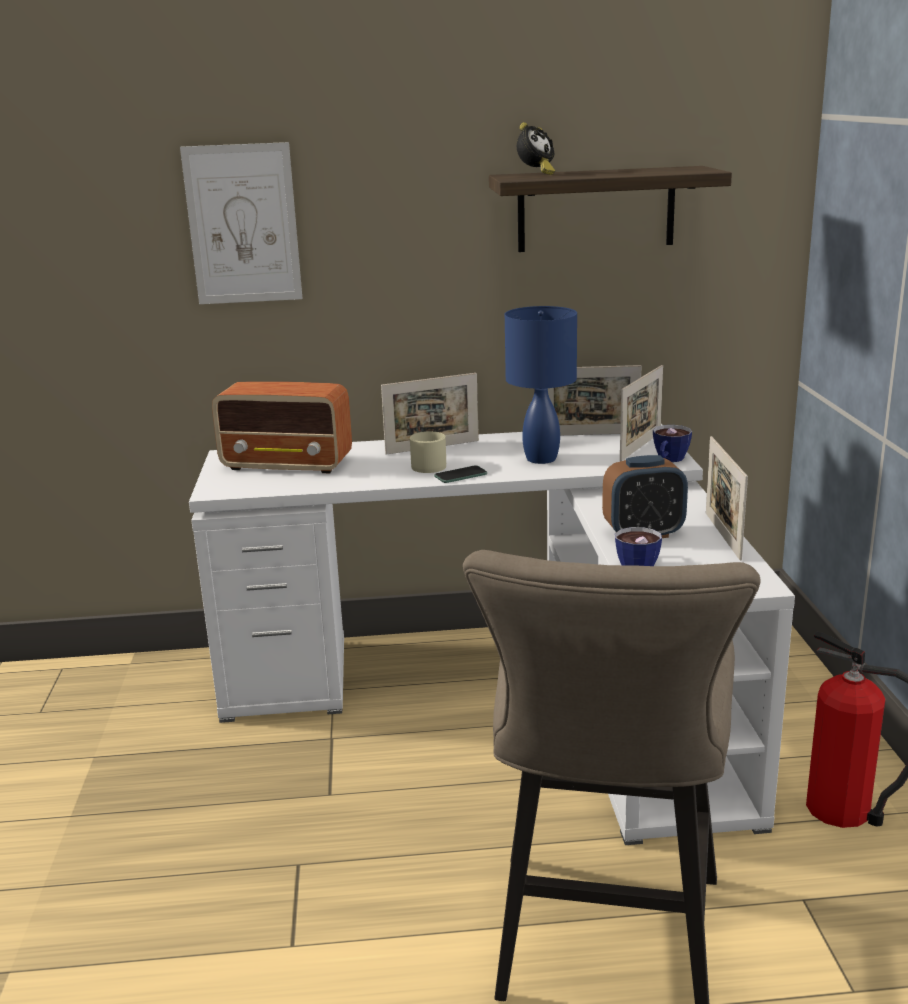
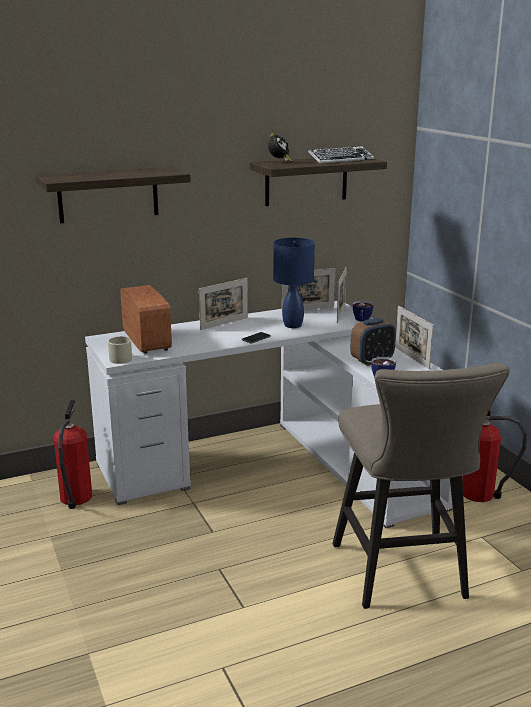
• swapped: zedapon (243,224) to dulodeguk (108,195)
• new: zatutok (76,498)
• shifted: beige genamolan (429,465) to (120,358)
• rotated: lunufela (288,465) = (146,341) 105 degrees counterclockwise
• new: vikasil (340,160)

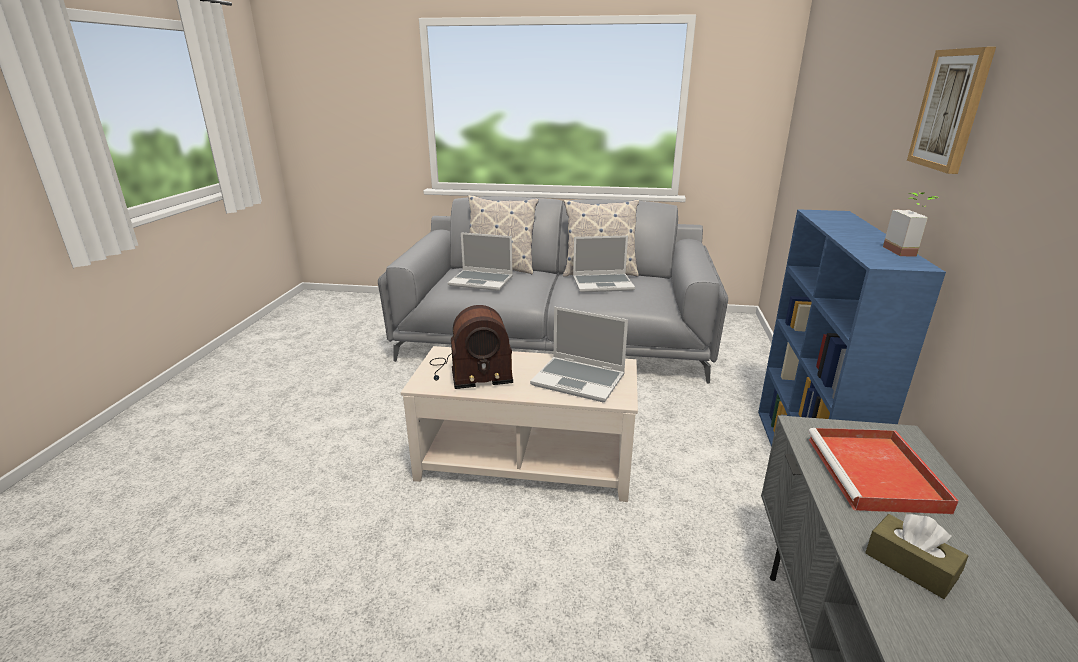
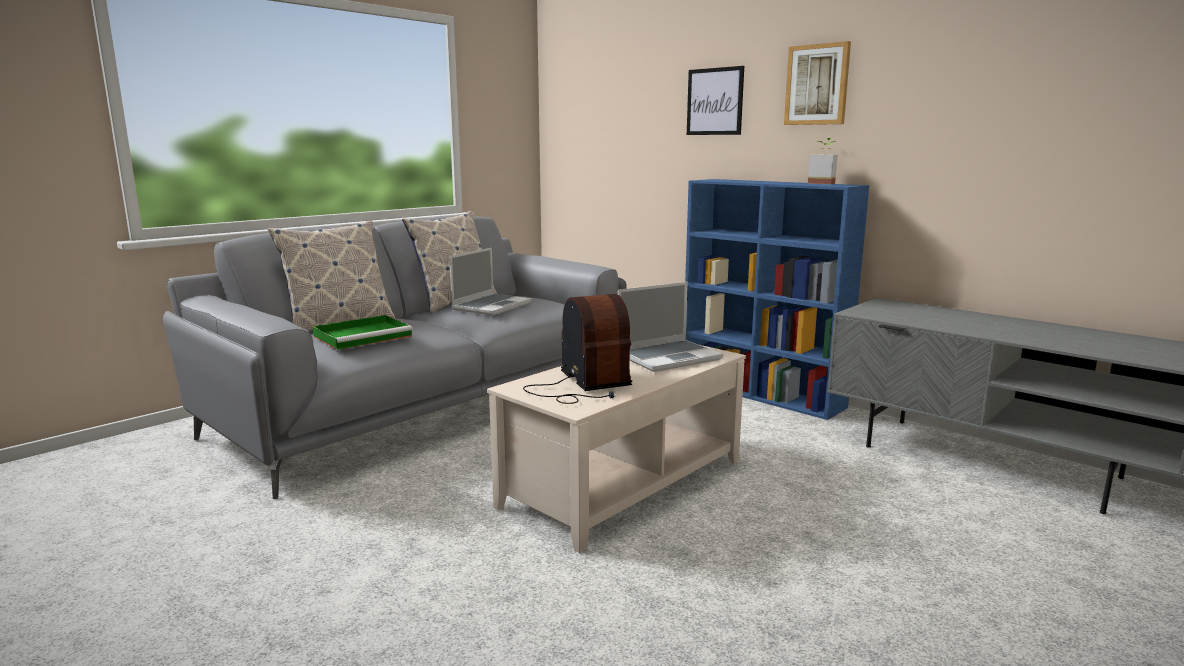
• swapped: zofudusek (482,281) to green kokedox (364,336)
• rotated: lunufela (470,371) = (583,386) 45 degrees counterclockwise
• new: zedapon (715,101)
• gone: red kokedox (876,475)
• gone: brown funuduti (910,566)

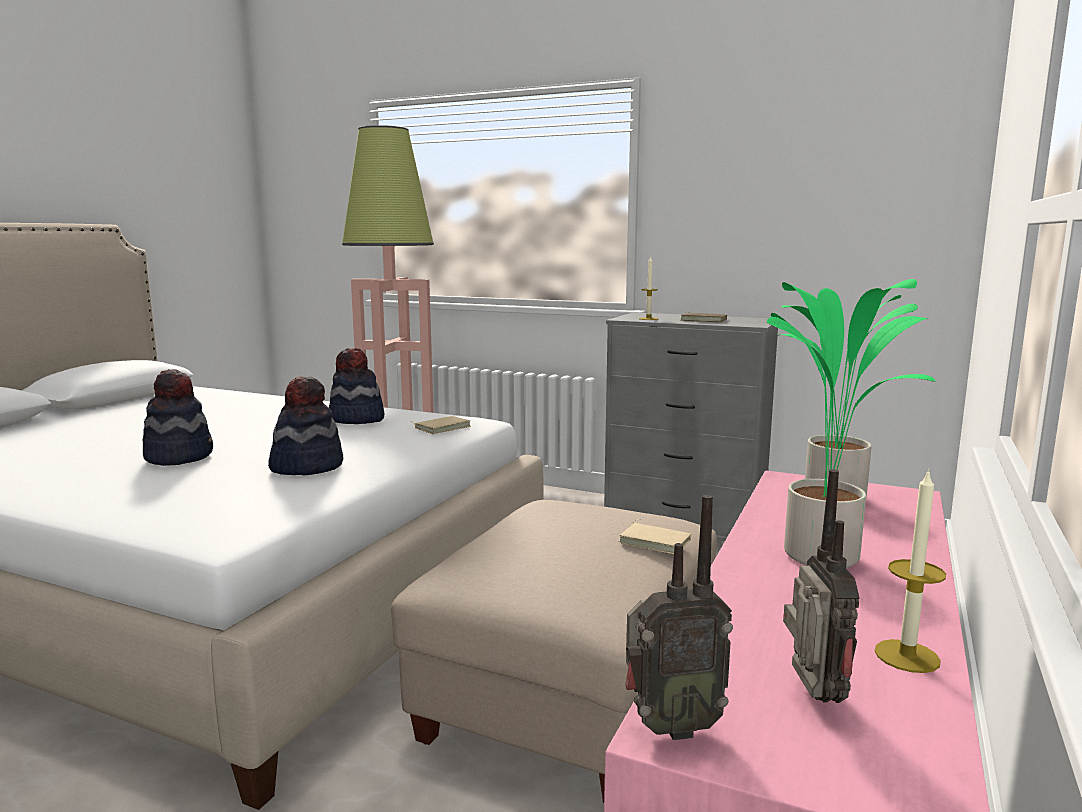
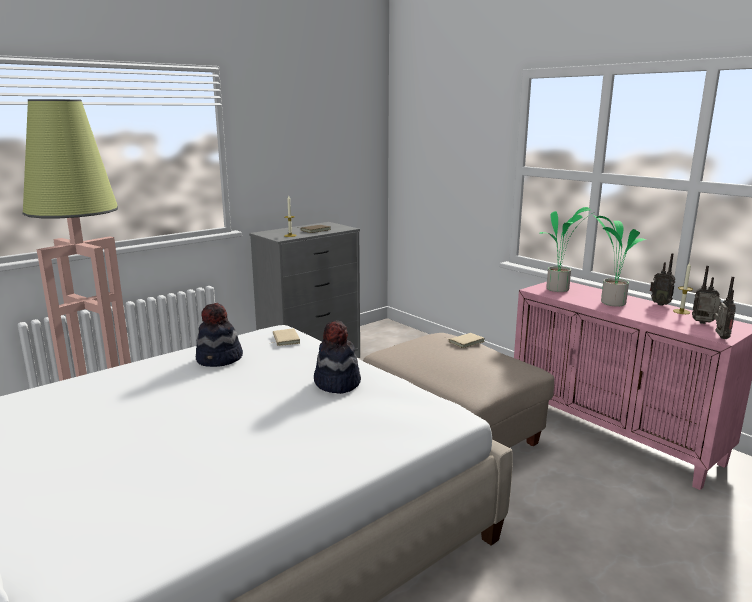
• new: lunufela (660,304)
• gone: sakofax (179,456)

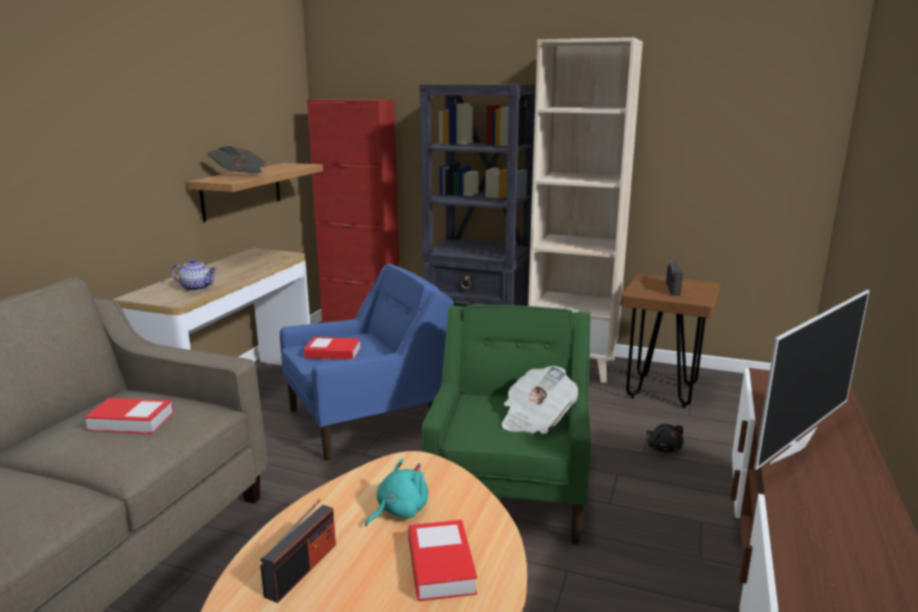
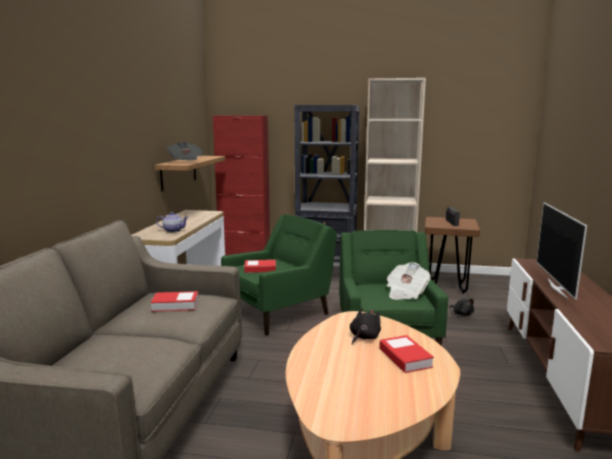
• repainted: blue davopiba (367,419) to green davopiba (279,312)
• repainted: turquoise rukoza (399,511) to black rukoza (363,337)
• rotated: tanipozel (792,444) = (558,288) 150 degrees clockwise
• gone: lunufela (302,569)

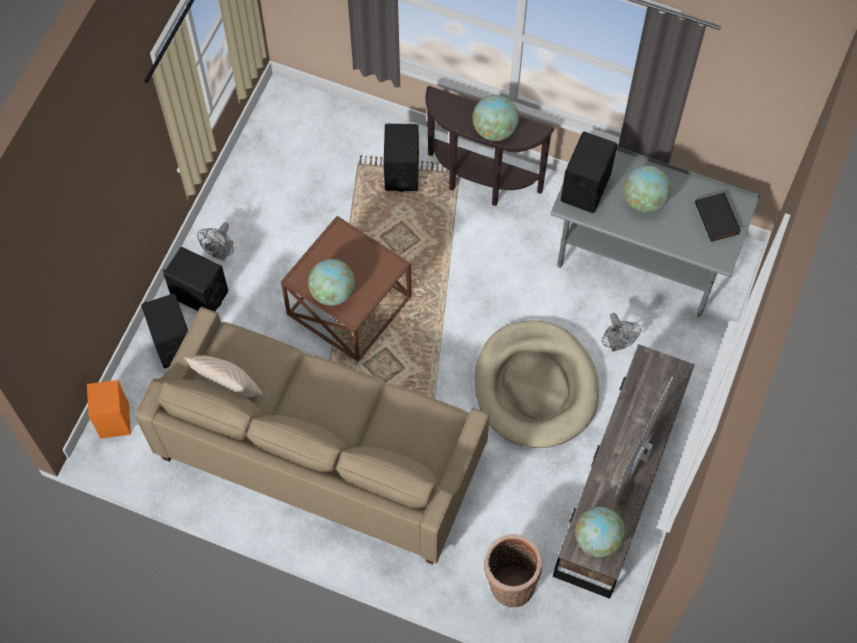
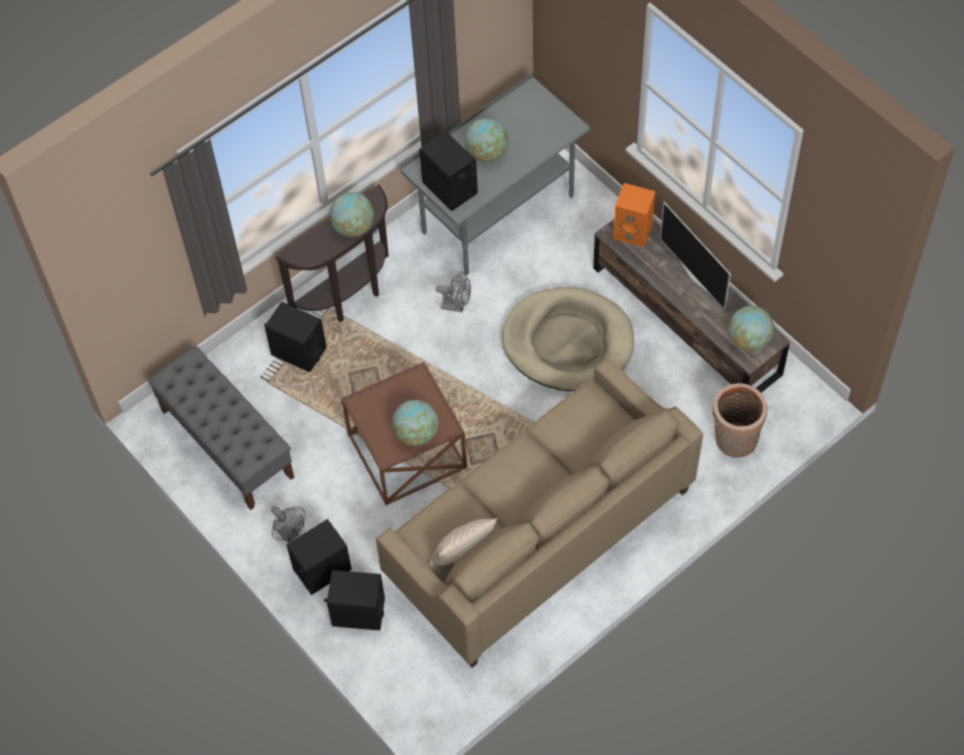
• new: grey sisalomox (227,443)
• shifted: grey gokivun (616,344) to (457,305)
• shifted: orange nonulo (115,421) to (634,231)
• gone: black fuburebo (718,218)

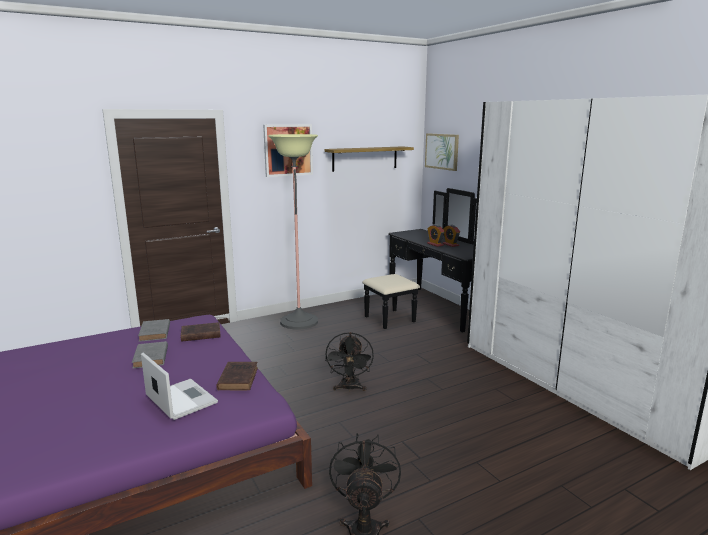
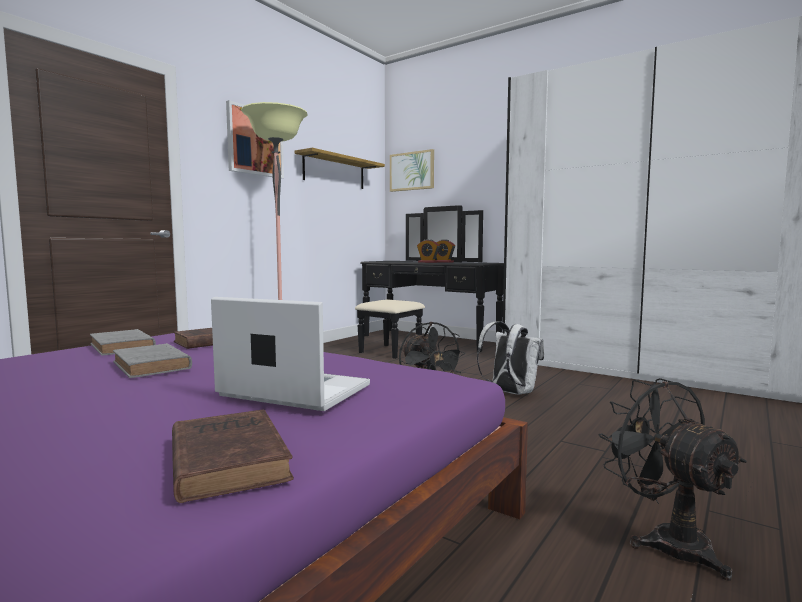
• shifted: brown fuburebo (238,378) to (227,459)
• new: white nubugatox (509,393)

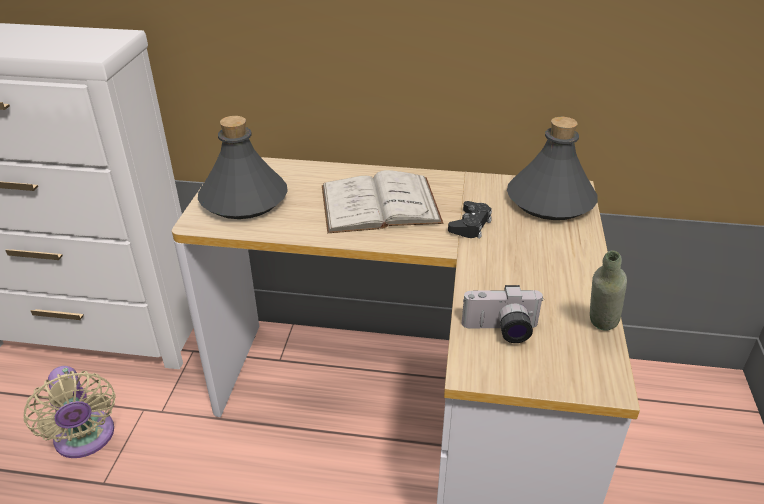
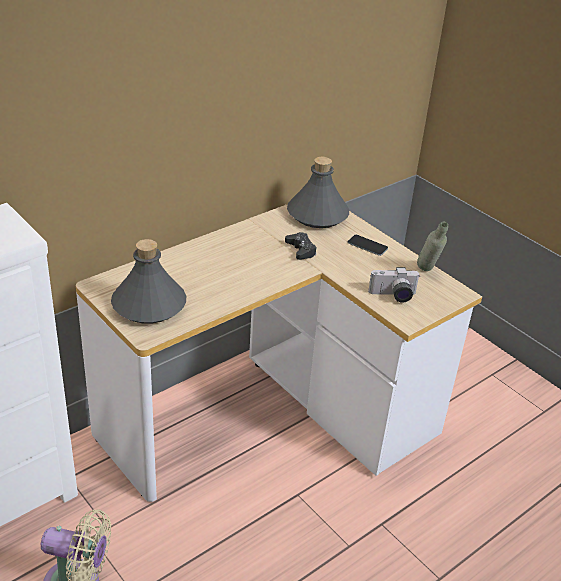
• new: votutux (367,245)
• rotated: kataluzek (501,331) = (393,296) 45 degrees clockwise
• gone: white fuburebo (379,204)

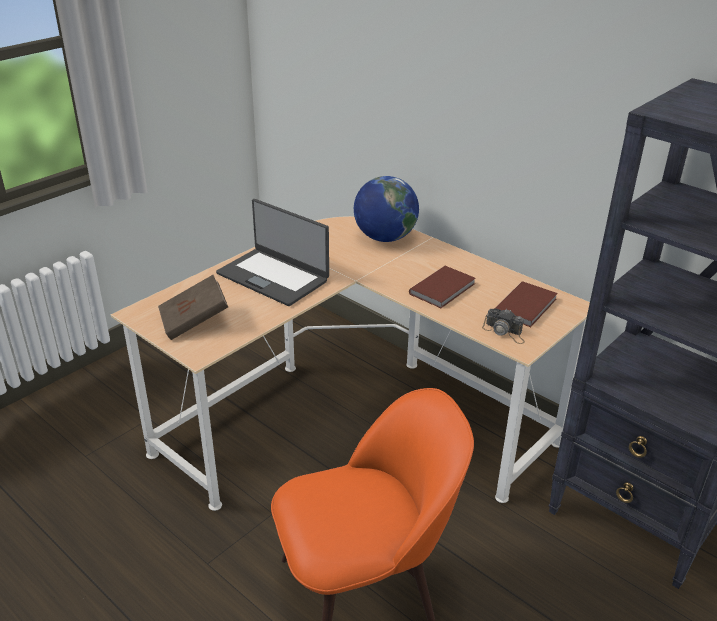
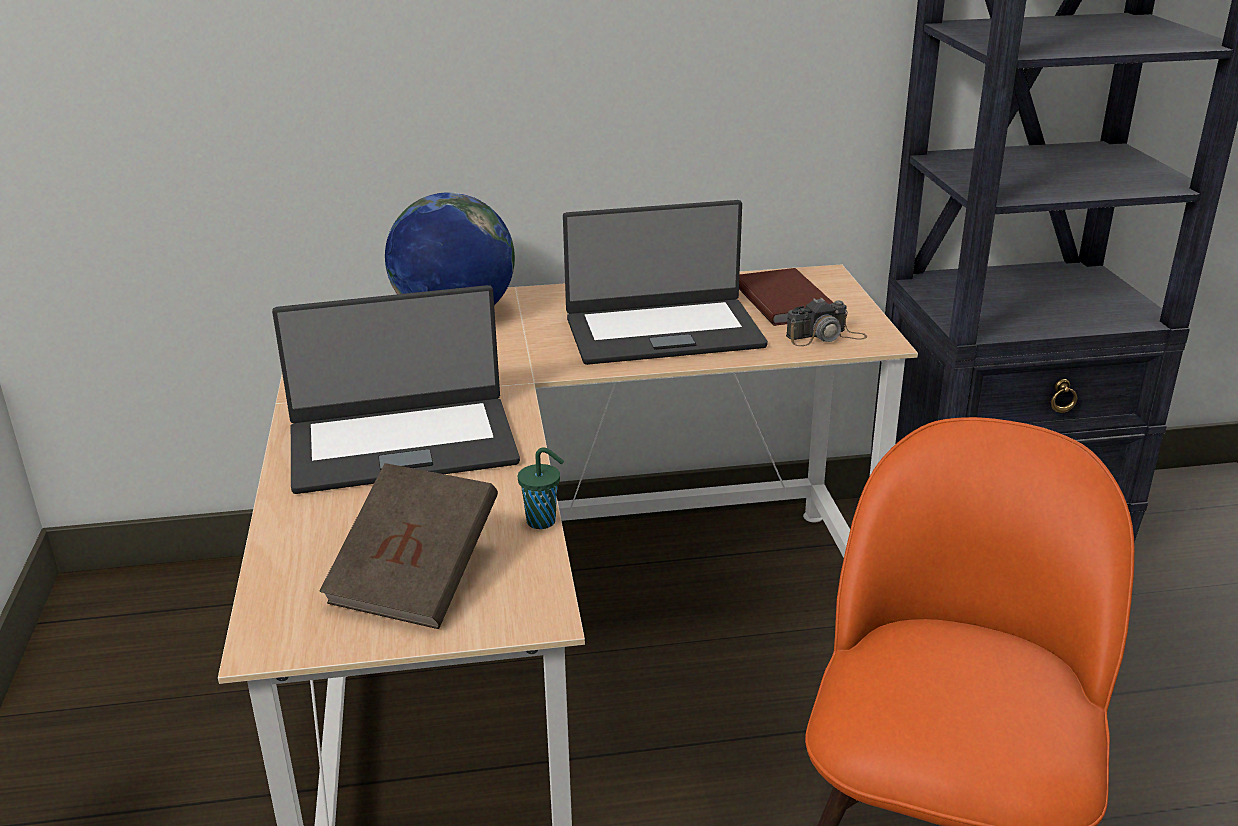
• new: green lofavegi (543,521)
• swapped: brown fuburebo (444,289) to zofudusek (663,331)

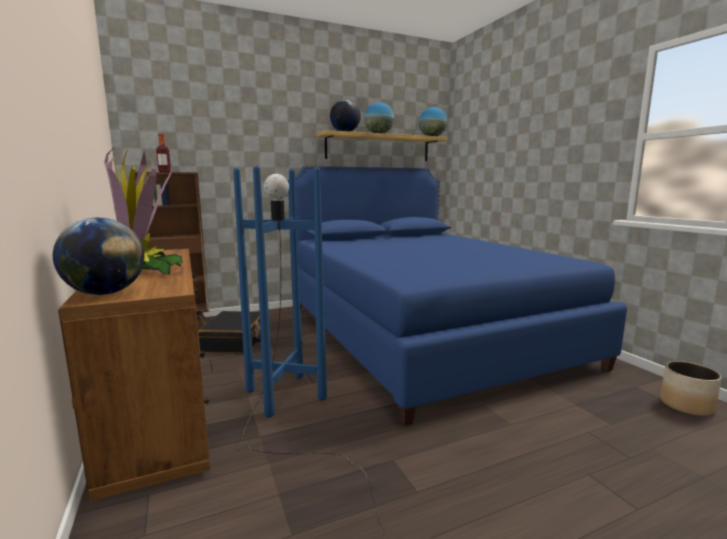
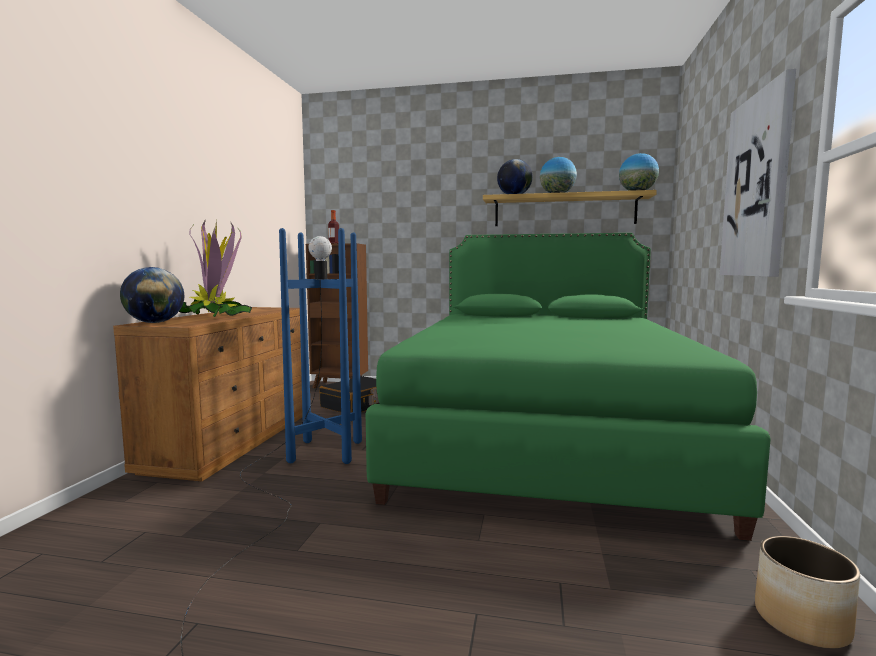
• repainted: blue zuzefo (422,332) to green zuzefo (544,435)
• new: zedapon (757,186)

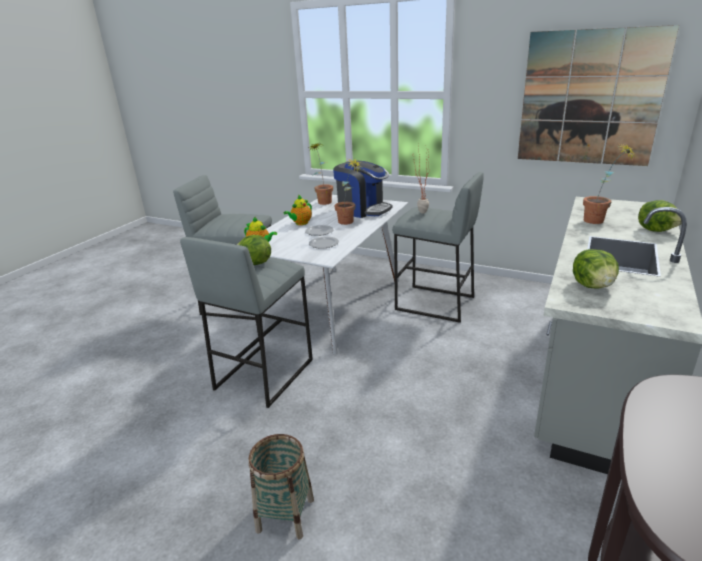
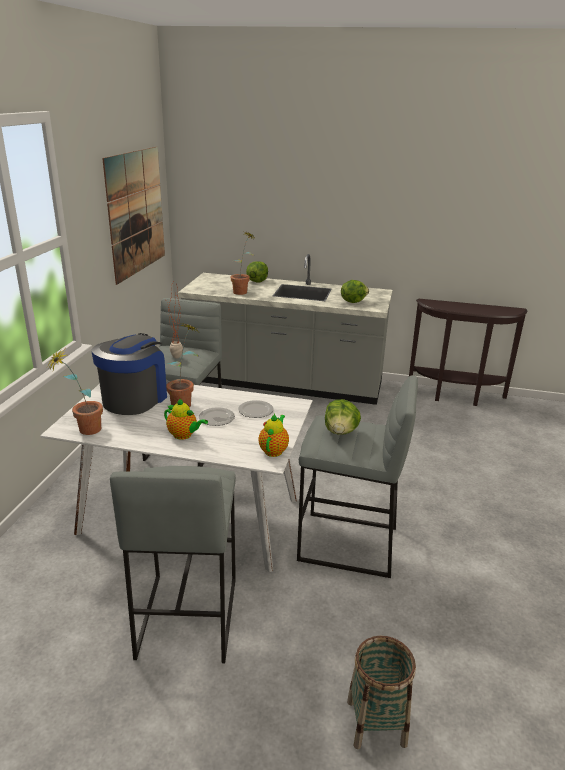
• shifted: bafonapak (285,514) to (376,723)

